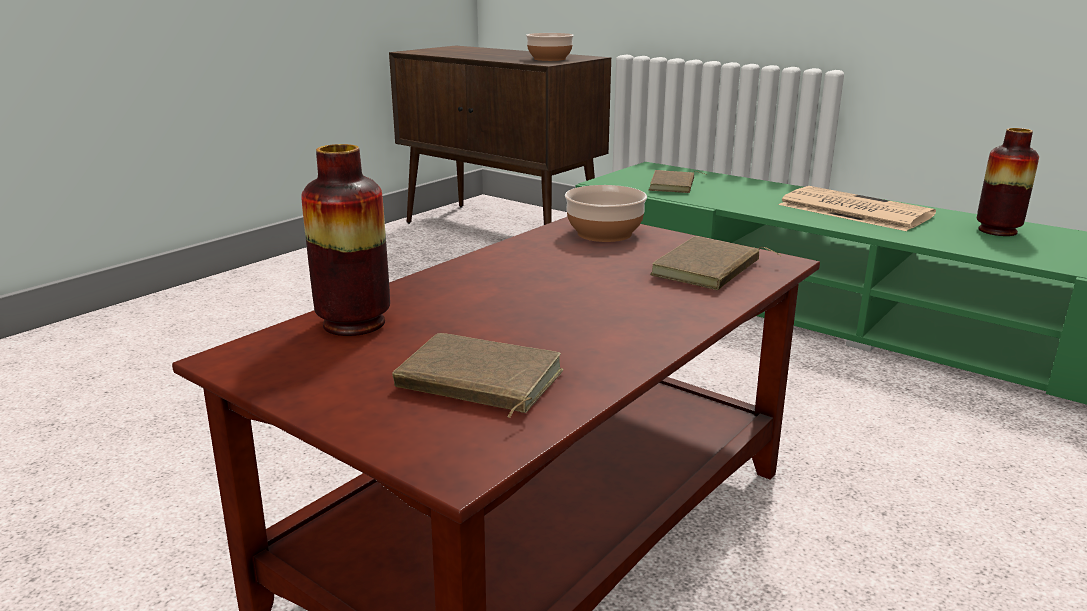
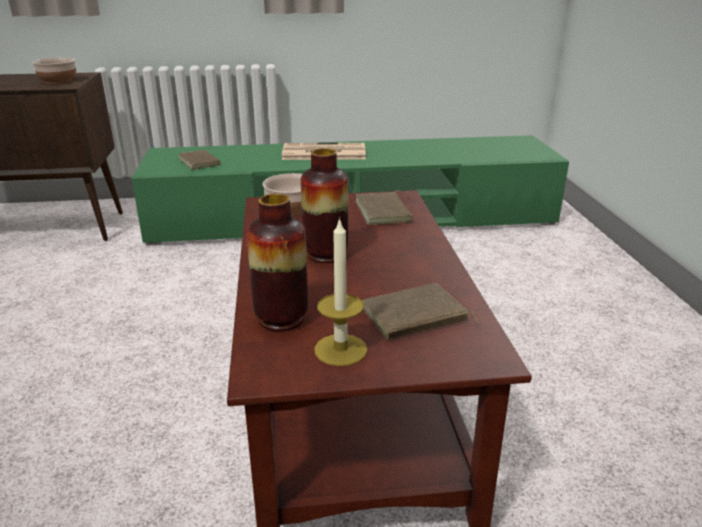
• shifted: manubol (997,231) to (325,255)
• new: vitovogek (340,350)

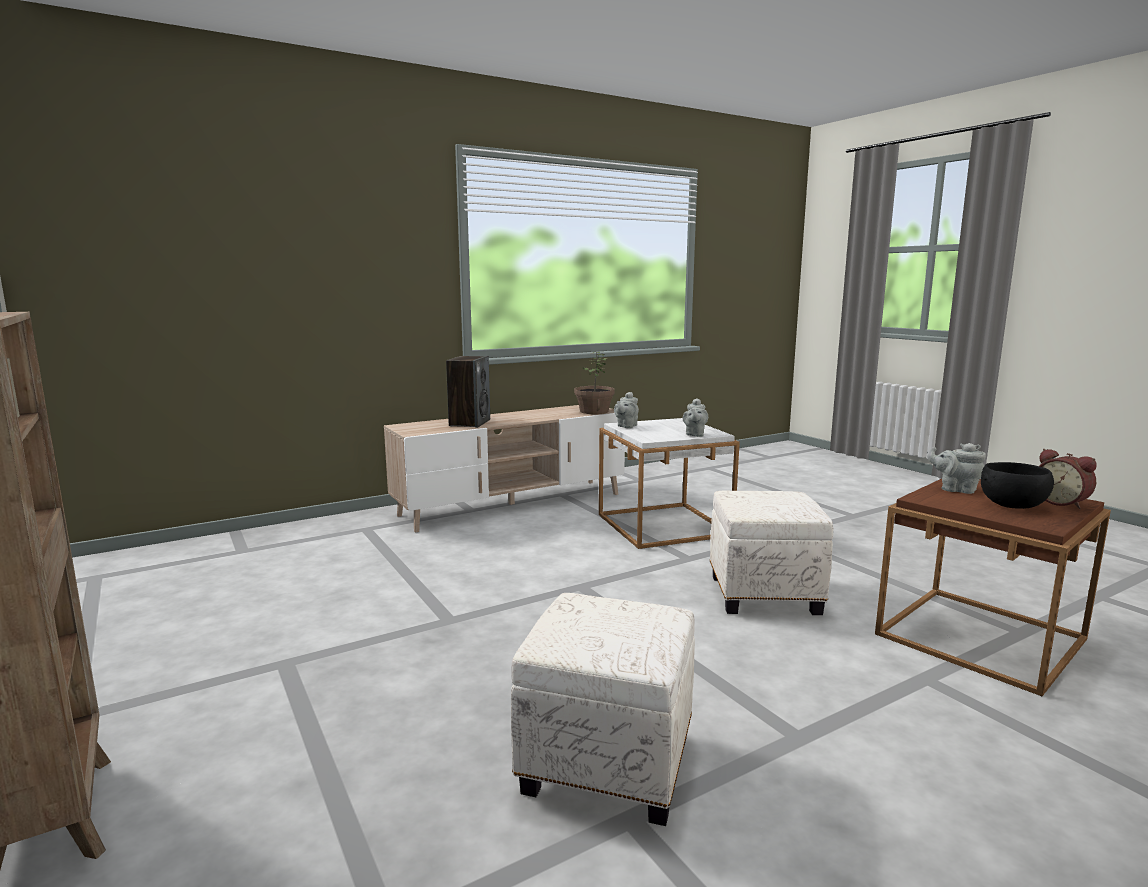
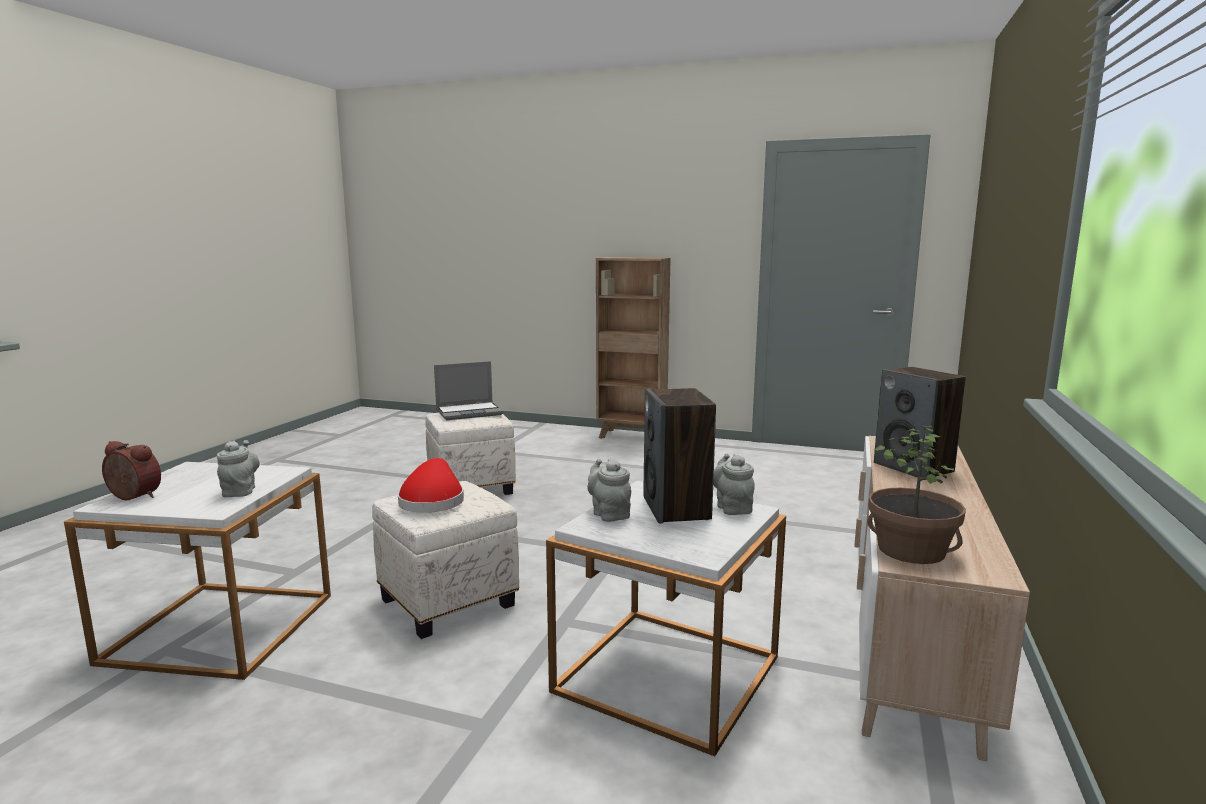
• repainted: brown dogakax (980,636) to white dogakax (220,628)
• rotated: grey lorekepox (955,489) = (240,491) 90 degrees counterclockwise
• new: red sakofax (432,501)
• new: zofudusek (470,412)
• new: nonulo (677,508)
• gone: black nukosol (1013,506)

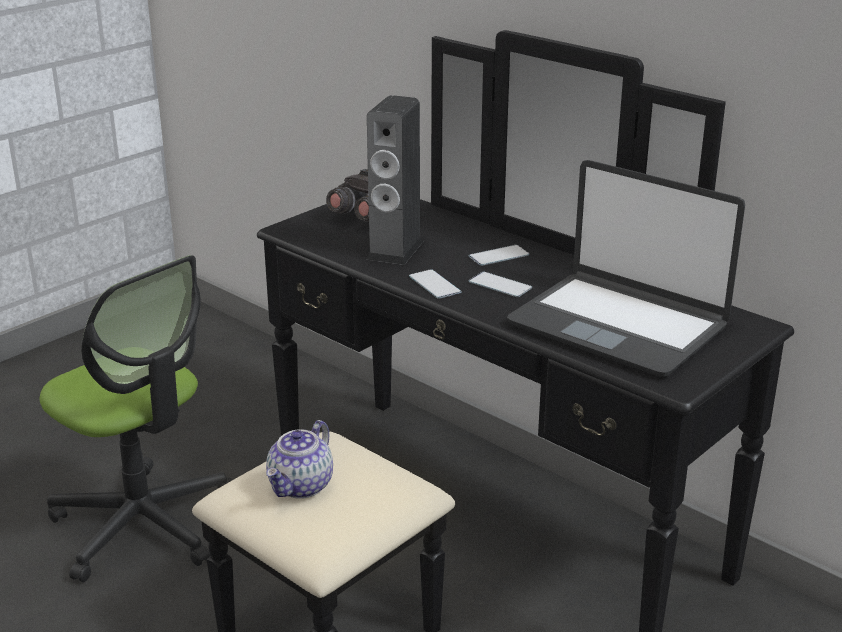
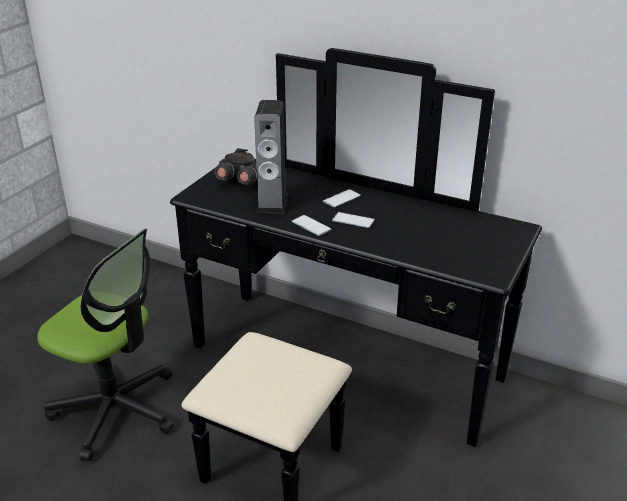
• gone: lorekepox (301,486)
• gone: zofudusek (618,325)

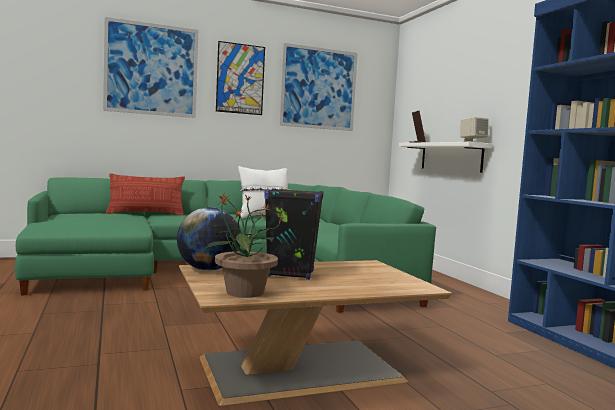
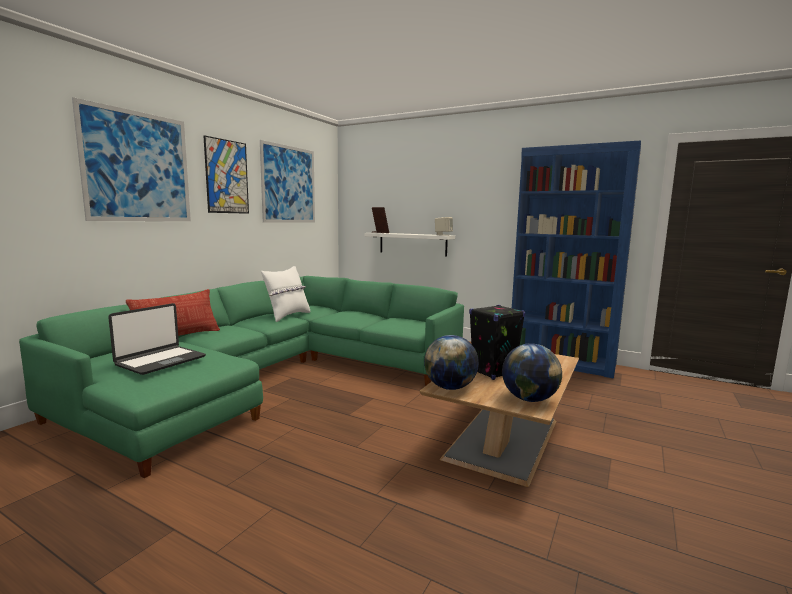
• new: zofudusek (160,361)
• swapped: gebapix (243,292) to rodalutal (529,399)

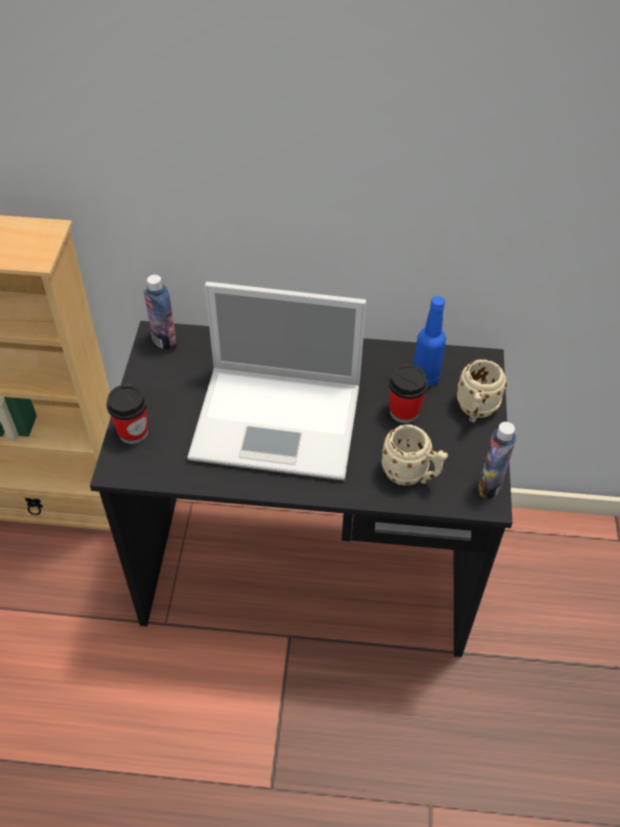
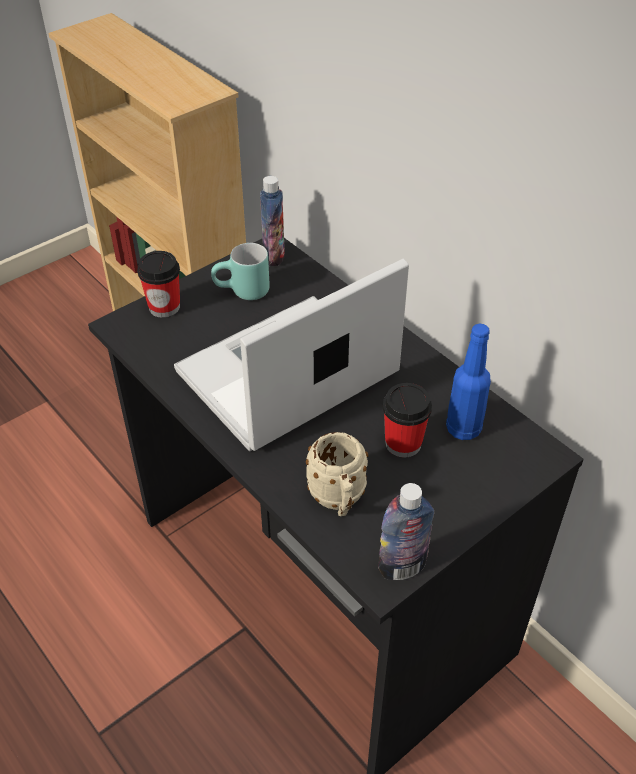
• rotated: zofudusek (280,421) = (283,375) 90 degrees clockwise
• new: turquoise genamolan (243,293)
• gone: beige genamolan (475,411)

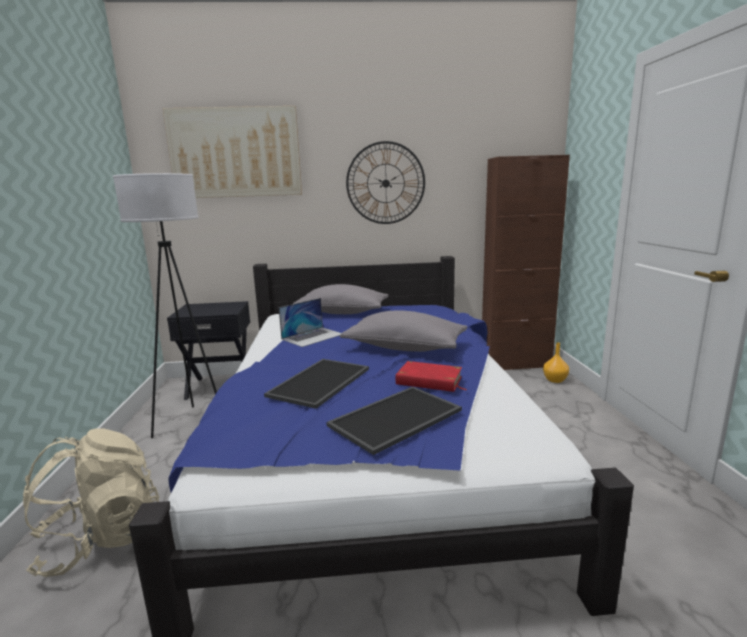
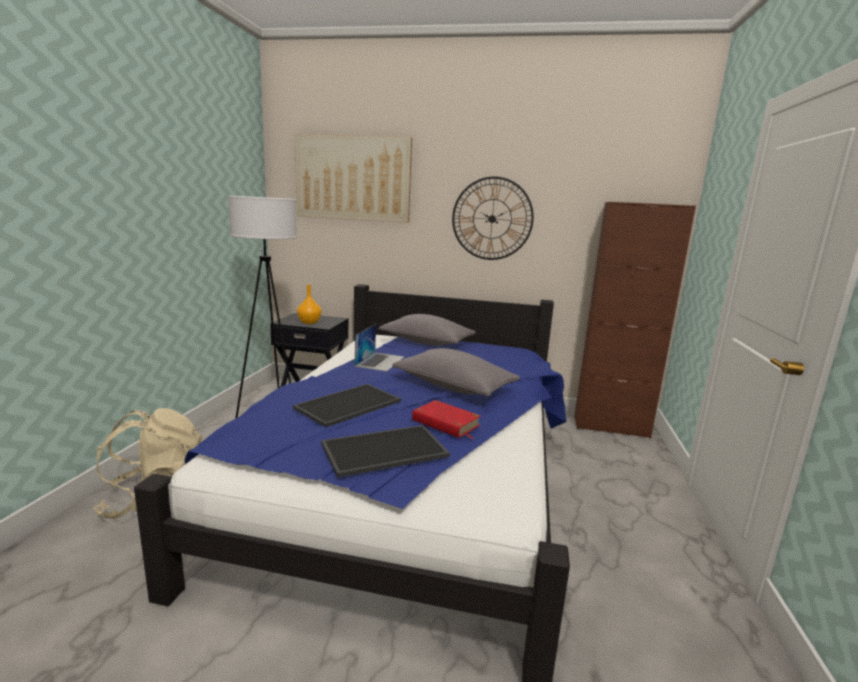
• shifted: orange manubol (554,380) to (309,322)
• rotated: zofudusek (313,336) = (380,361) 45 degrees counterclockwise

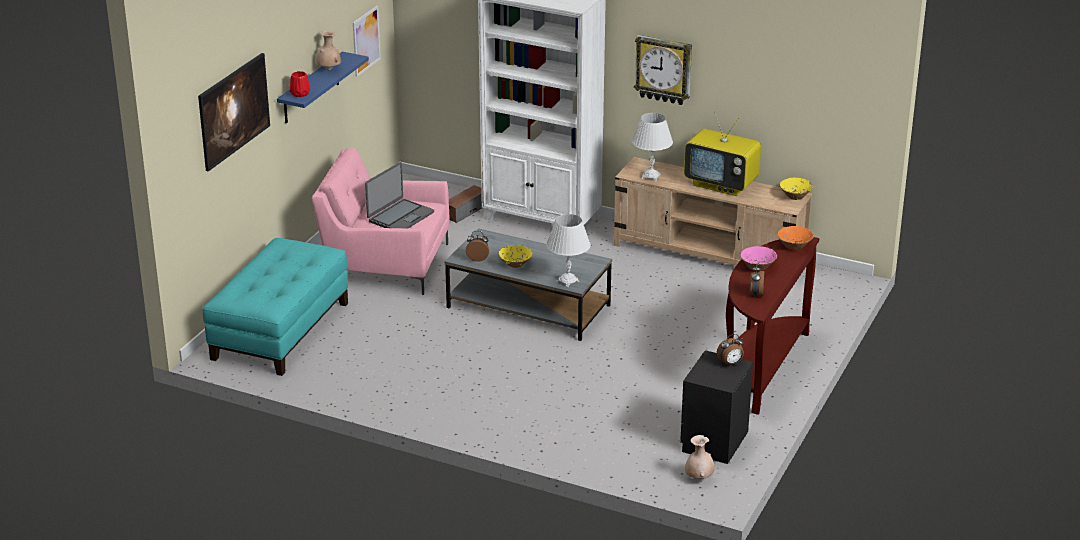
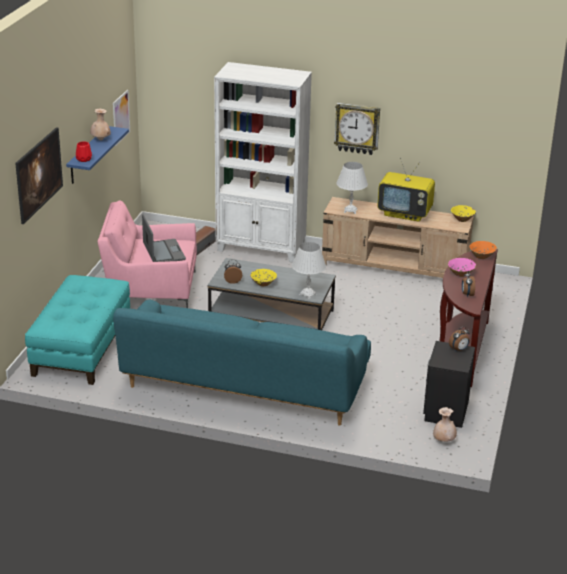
• new: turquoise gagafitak (244,385)
• rotated: zofudusek (400,217) = (163,252) 45 degrees counterclockwise

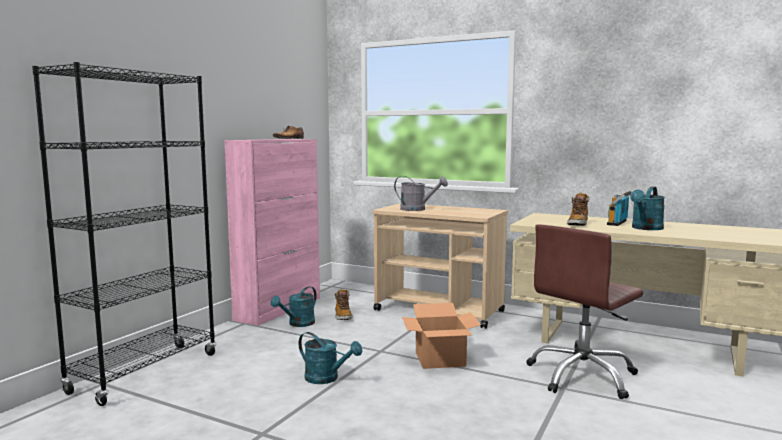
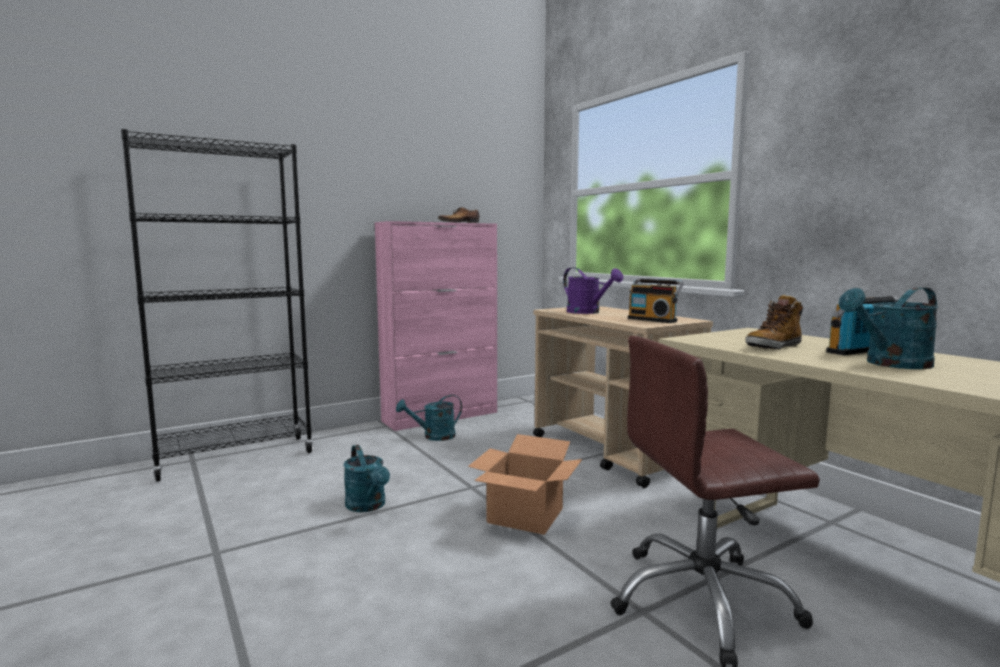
• repainted: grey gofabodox (417,209) to purple gofabodox (588,312)
• new: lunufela (653,320)
• gone: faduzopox (343,316)

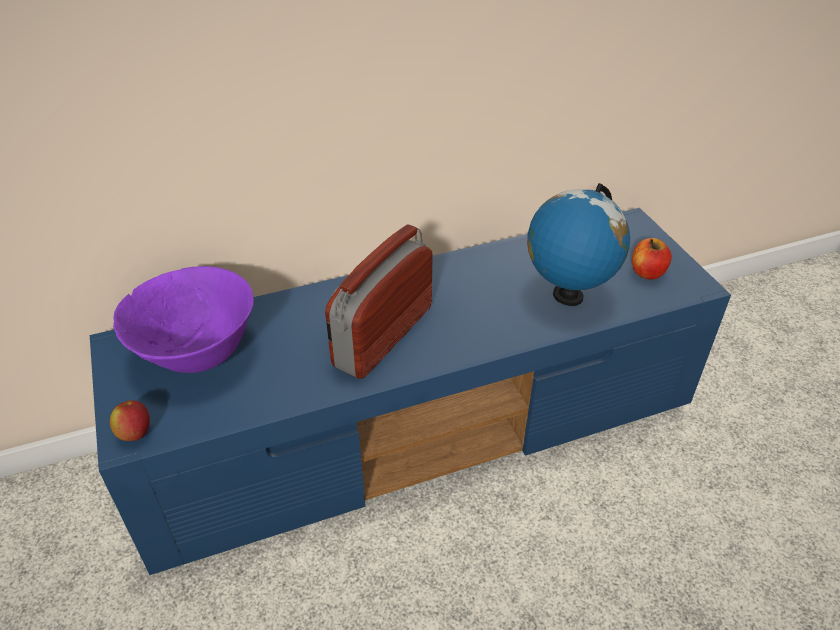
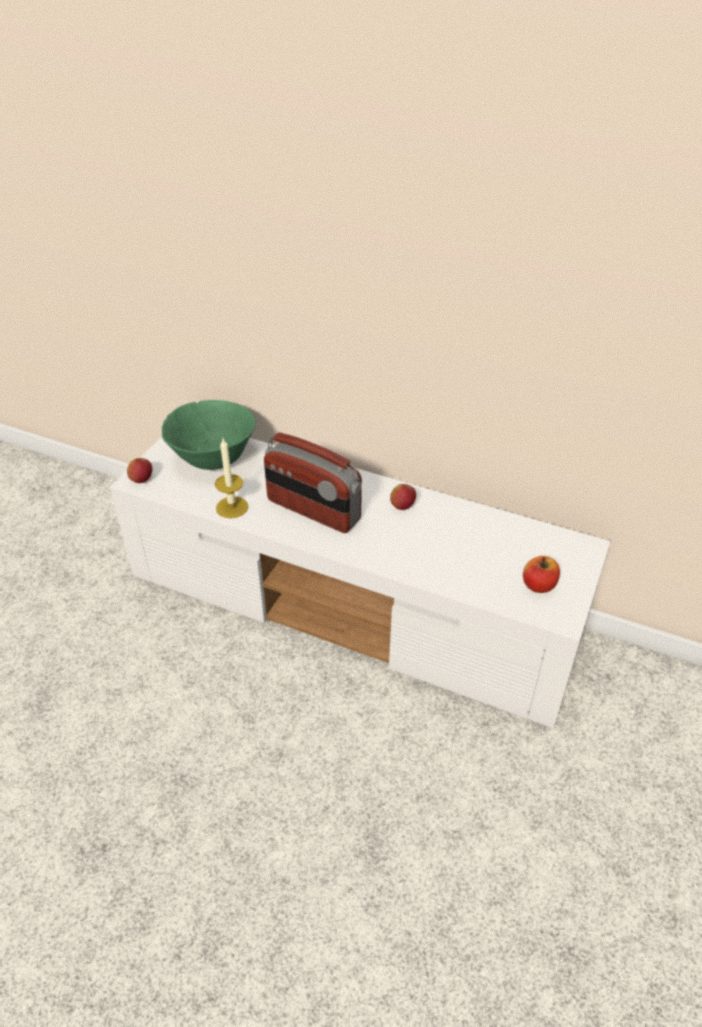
• repainted: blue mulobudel (422,427) to white mulobudel (354,607)
• repainted: purple nukosol (198,354) to green nukosol (213,459)
• new: vitovogek (232,507)
• rotated: lunufela (382,335) = (313,510) 135 degrees counterclockwise
• new: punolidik (402,506)
• gone: rodalutal (567,296)

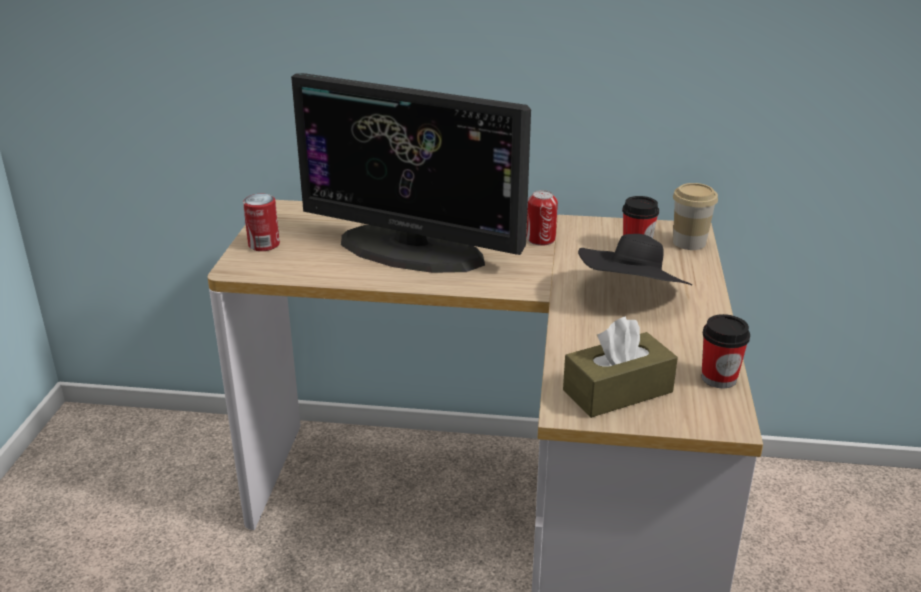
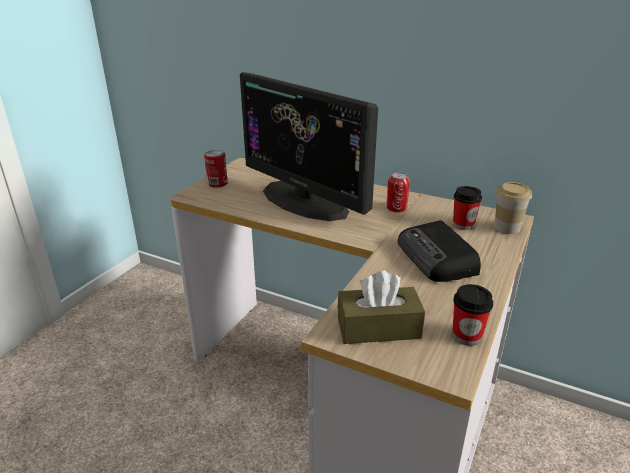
• swapped: black sakofax (632,296) to lunufela (437,258)

